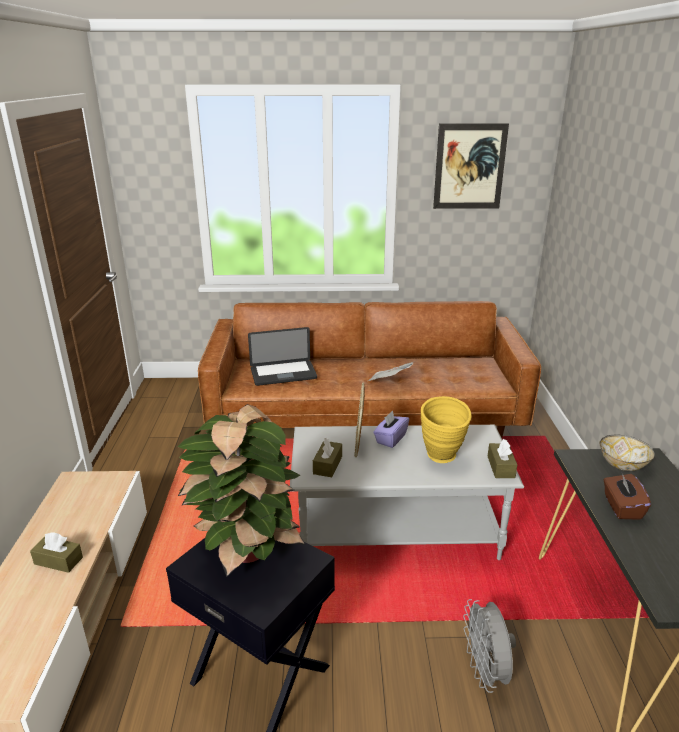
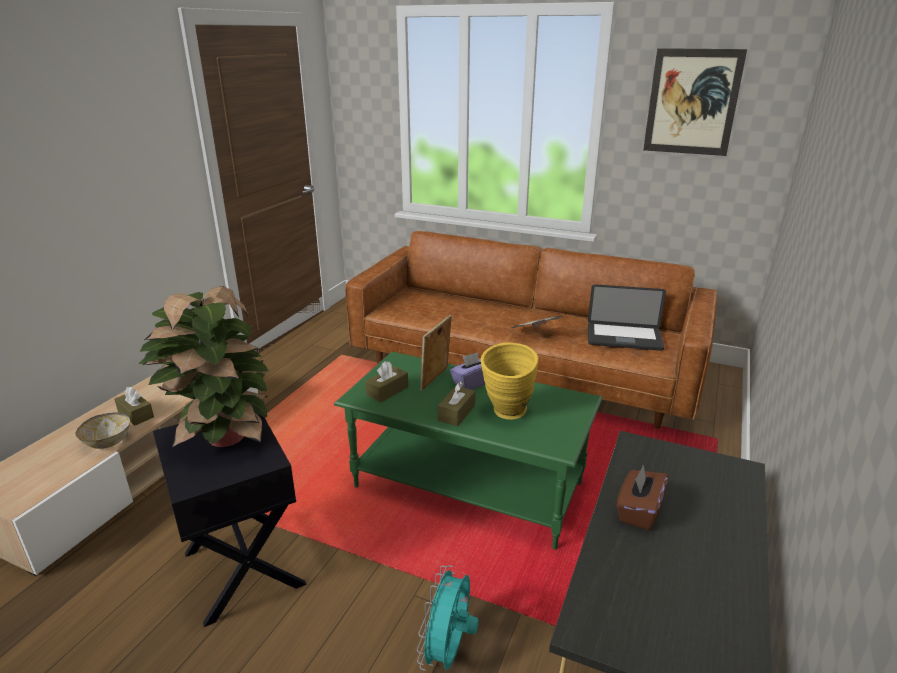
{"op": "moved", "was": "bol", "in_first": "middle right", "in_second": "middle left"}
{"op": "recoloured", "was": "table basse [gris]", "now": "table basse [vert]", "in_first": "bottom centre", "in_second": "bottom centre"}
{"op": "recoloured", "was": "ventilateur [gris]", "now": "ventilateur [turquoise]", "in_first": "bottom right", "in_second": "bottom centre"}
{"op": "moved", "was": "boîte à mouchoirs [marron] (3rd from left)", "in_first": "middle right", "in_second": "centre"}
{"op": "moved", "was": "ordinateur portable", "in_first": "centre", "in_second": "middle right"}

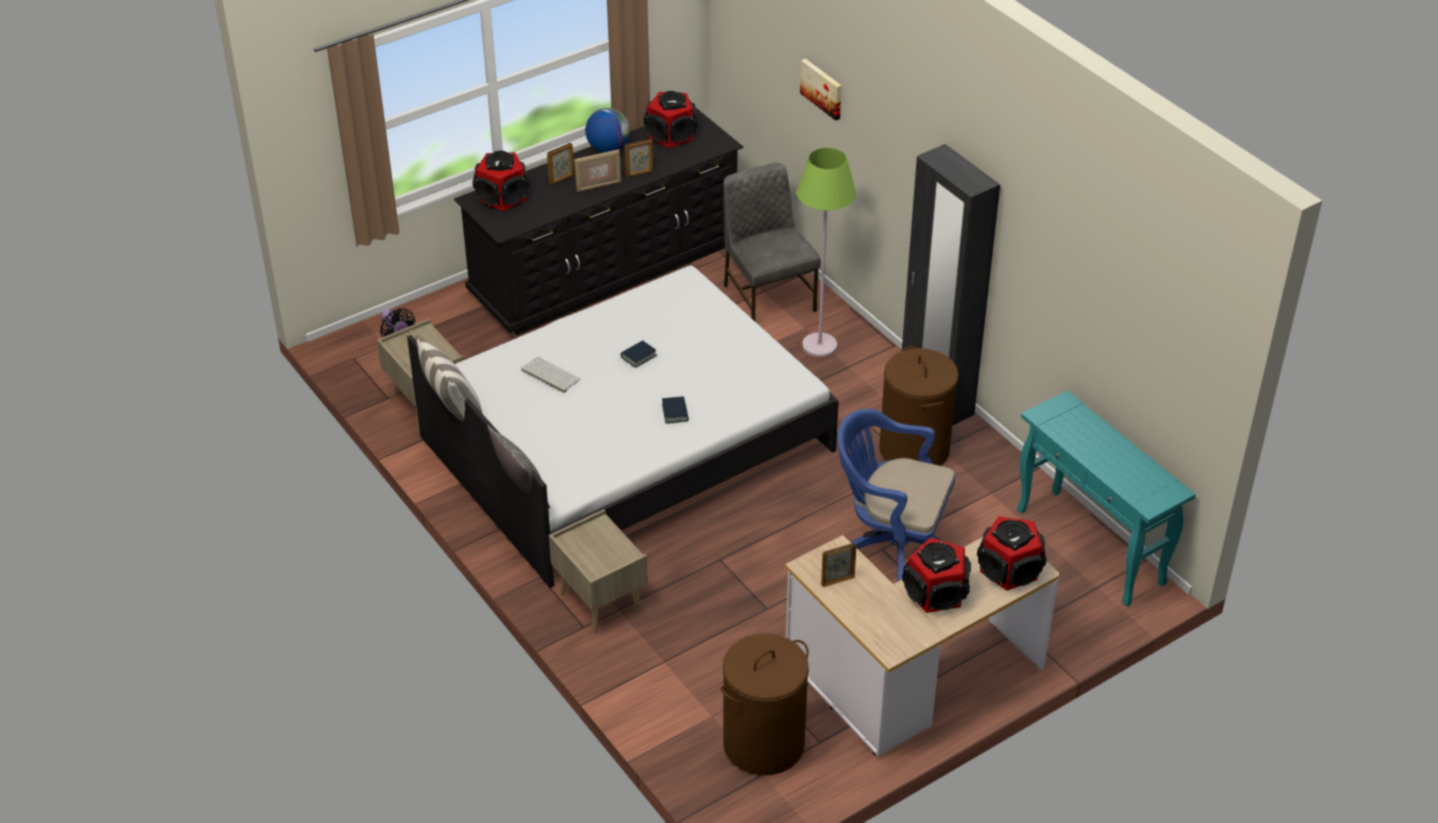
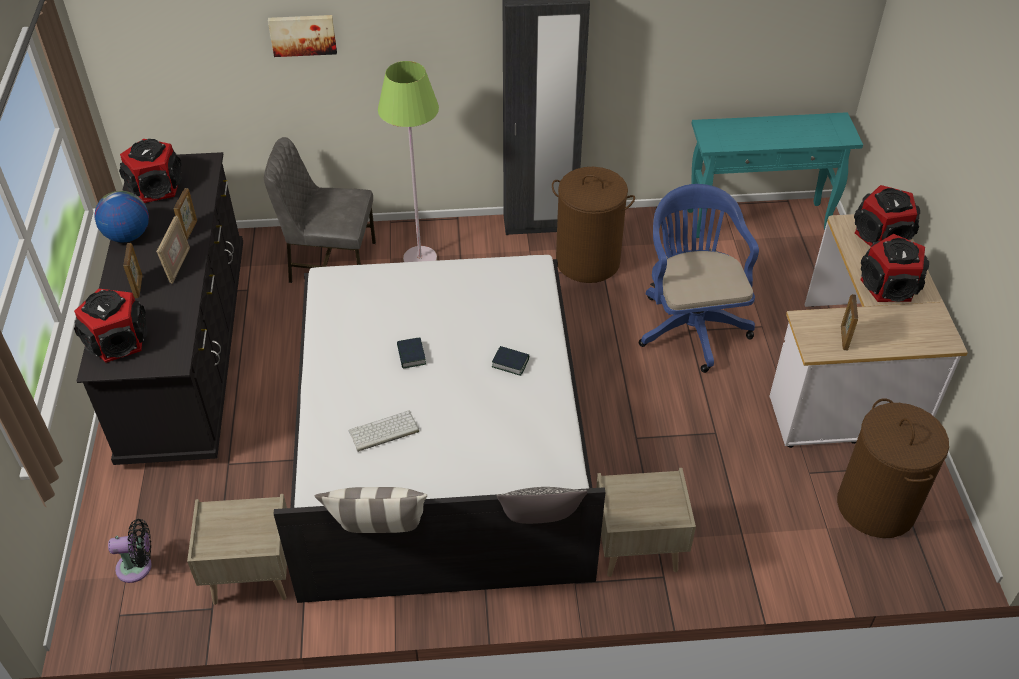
{"op": "turned", "was": "chaise de bureau [bleu]", "in_first": "centre", "in_second": "middle right", "clockwise": 120}

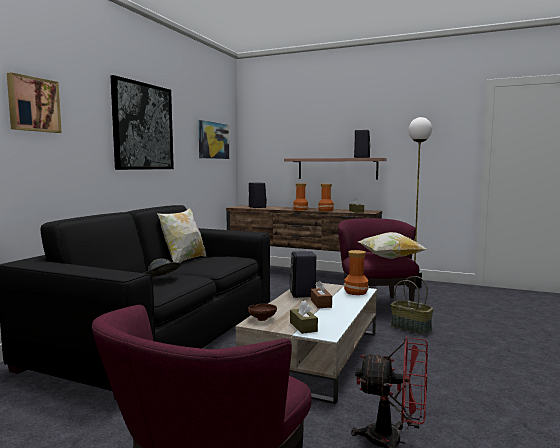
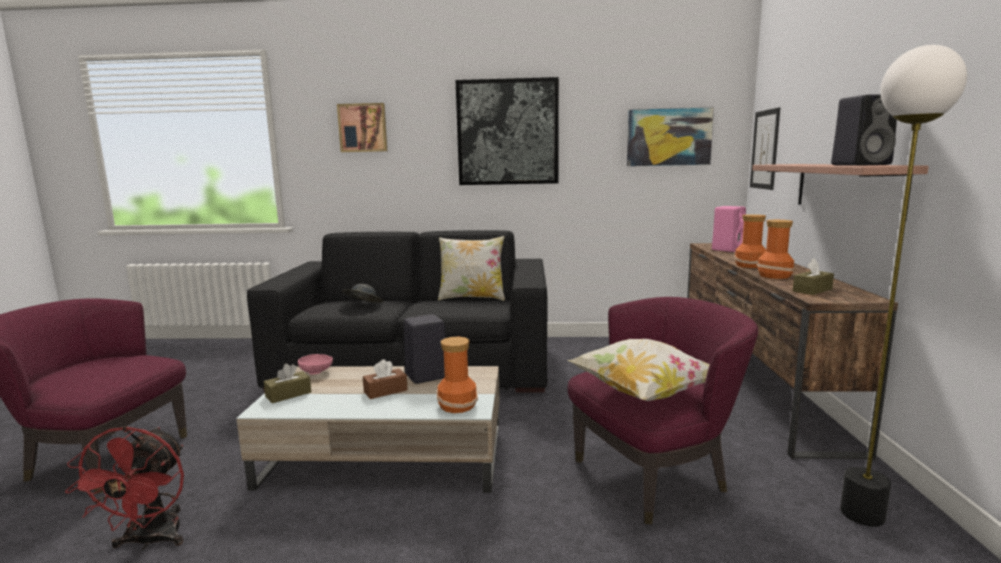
{"op": "recoloured", "was": "bol [marron]", "now": "bol [rose]", "in_first": "bottom centre", "in_second": "middle left"}
{"op": "recoloured", "was": "enceinte [noir] (1st from left)", "now": "enceinte [rose]", "in_first": "centre", "in_second": "middle right"}
{"op": "added", "now": "tableau (4th from left)", "in_second": "top right"}
{"op": "removed", "was": "panier", "in_first": "bottom right"}

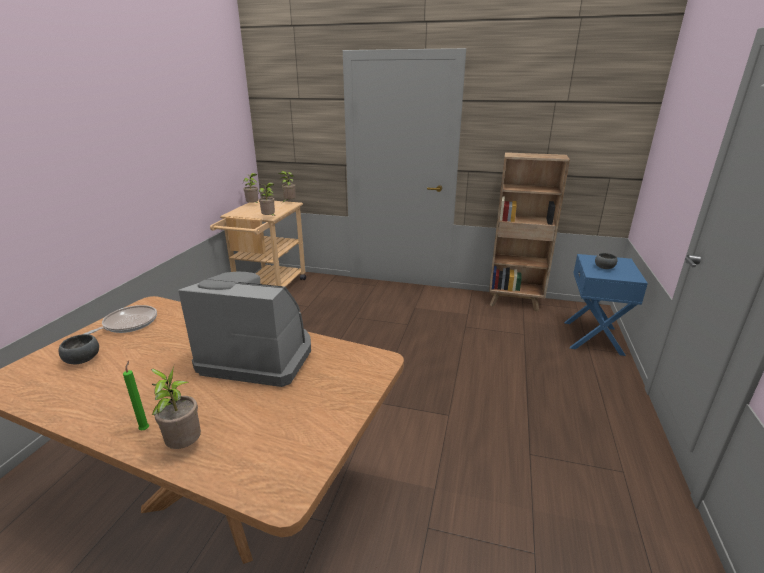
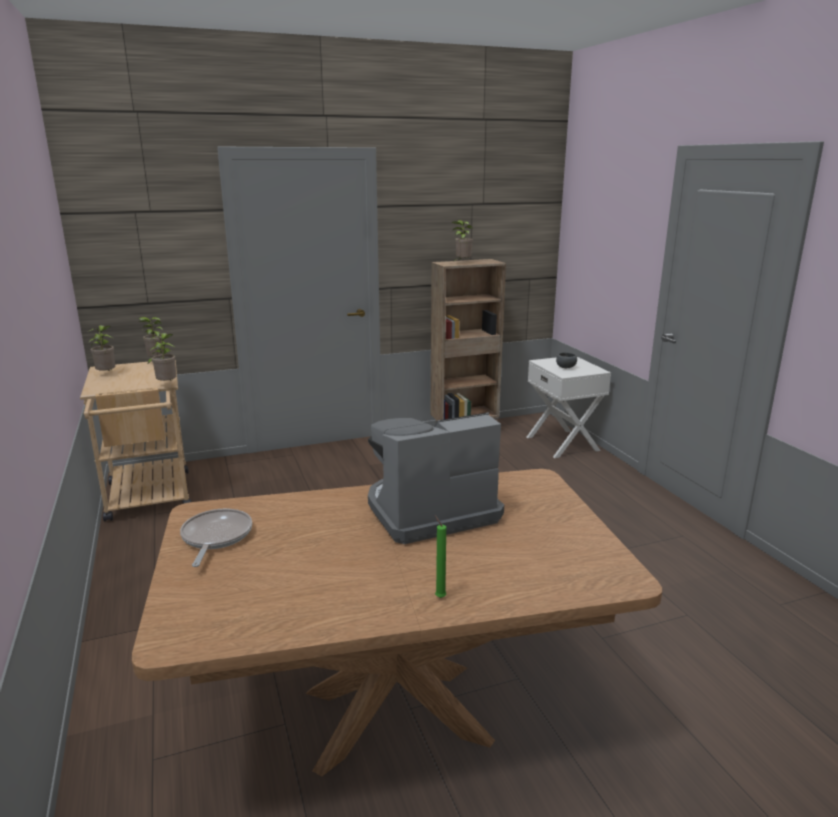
{"op": "moved", "was": "plante en pot (1st from left in the first image)", "now": "plante en pot (4th from left)", "in_first": "bottom left", "in_second": "top centre"}
{"op": "recoloured", "was": "table de chevet [bleu]", "now": "table de chevet [blanc]", "in_first": "middle right", "in_second": "middle right"}
{"op": "removed", "was": "bol [gris] (1st from left)", "in_first": "middle left"}

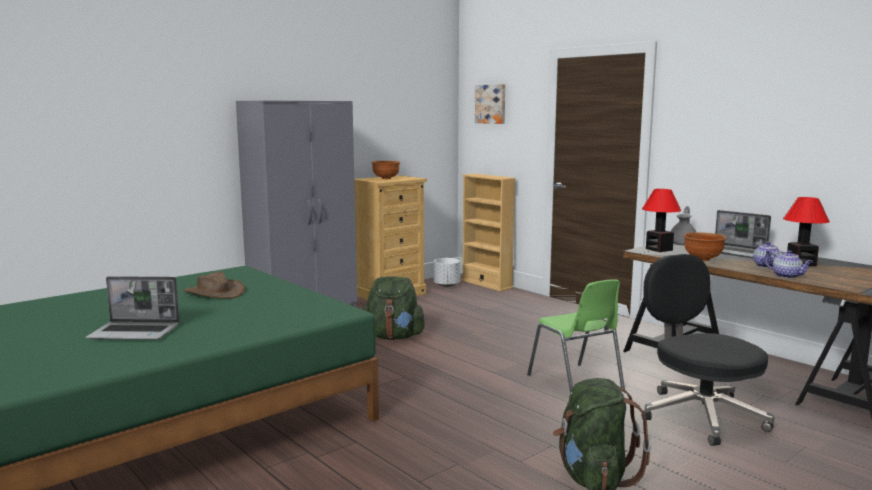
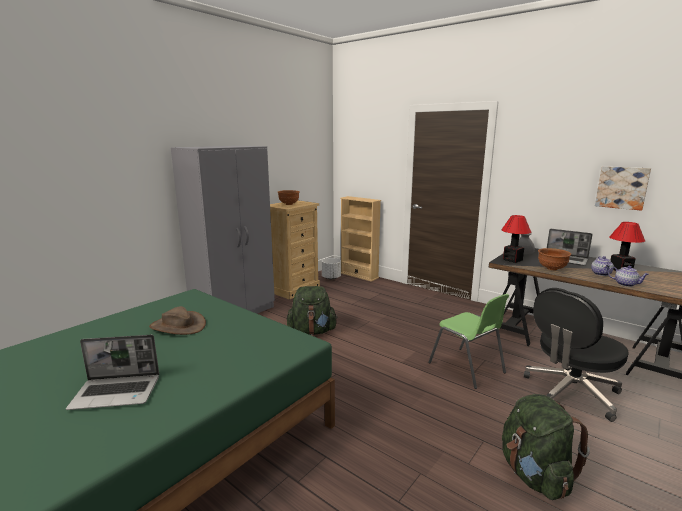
{"op": "turned", "was": "chaise de bureau [noir]", "in_first": "bottom right", "in_second": "bottom right", "clockwise": -90}
{"op": "moved", "was": "tableau", "in_first": "top centre", "in_second": "middle right"}

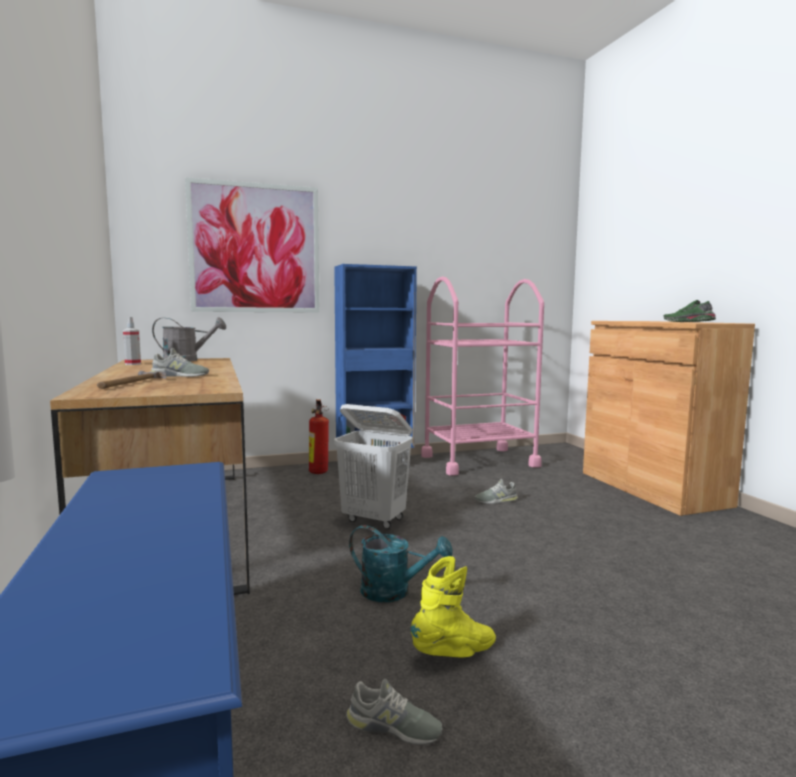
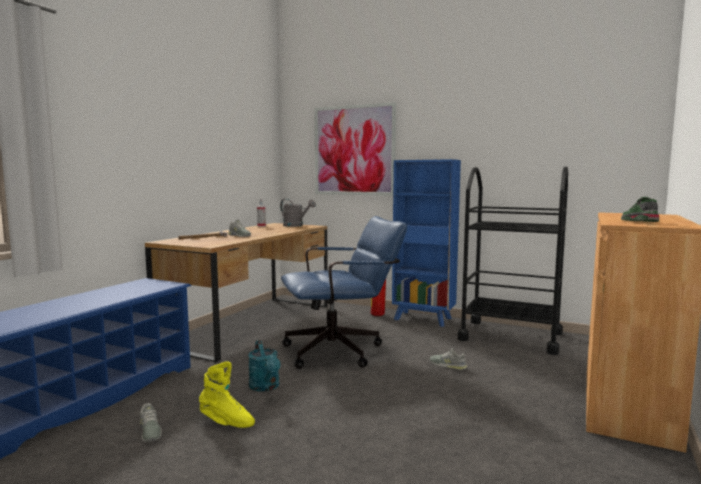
{"op": "replaced", "was": "panier à linge [blanc]", "now": "chaise de bureau [bleu]", "in_first": "centre", "in_second": "centre"}
{"op": "recoloured", "was": "chariot [rose]", "now": "chariot [noir]", "in_first": "centre", "in_second": "middle right"}

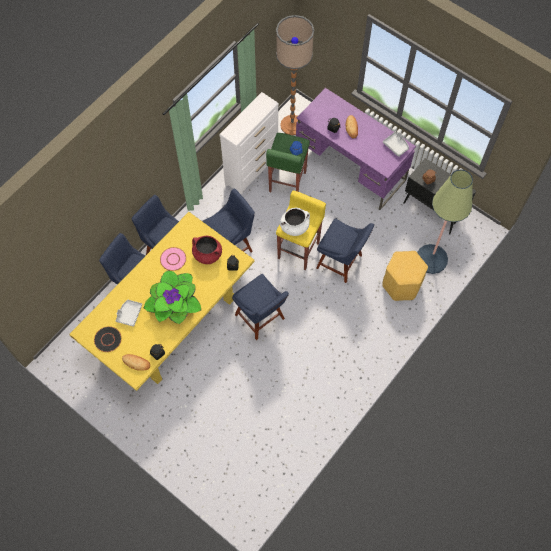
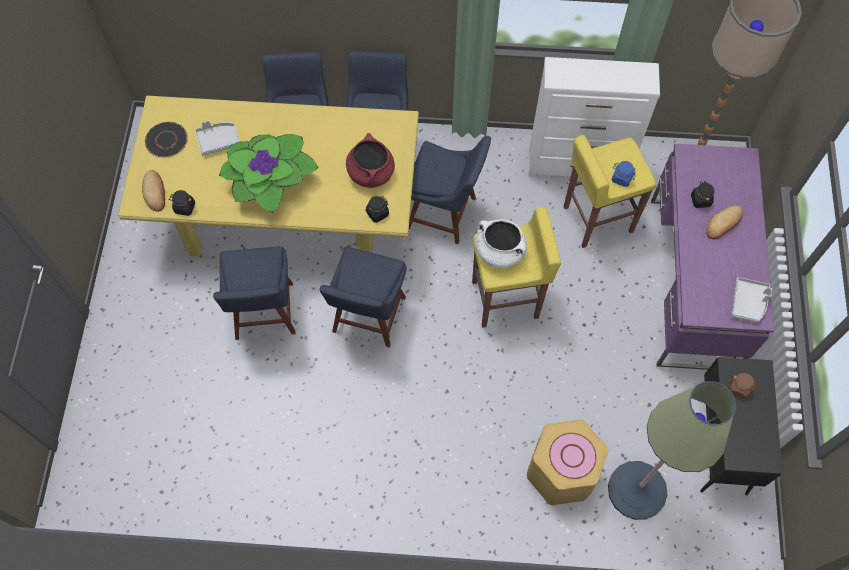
{"op": "moved", "was": "chaise [bleu] (5th from left in the first image)", "now": "chaise [bleu] (1st from left)", "in_first": "centre", "in_second": "middle left"}
{"op": "moved", "was": "assiette [rose]", "in_first": "middle left", "in_second": "bottom right"}
{"op": "recoloured", "was": "tabouret [vert]", "now": "tabouret [jaune] (3rd from left)", "in_first": "top centre", "in_second": "middle right"}

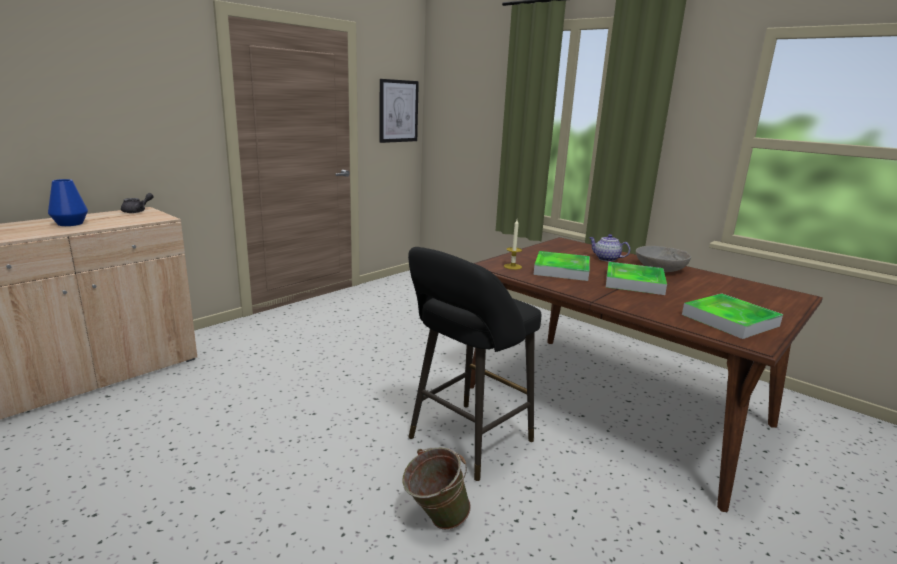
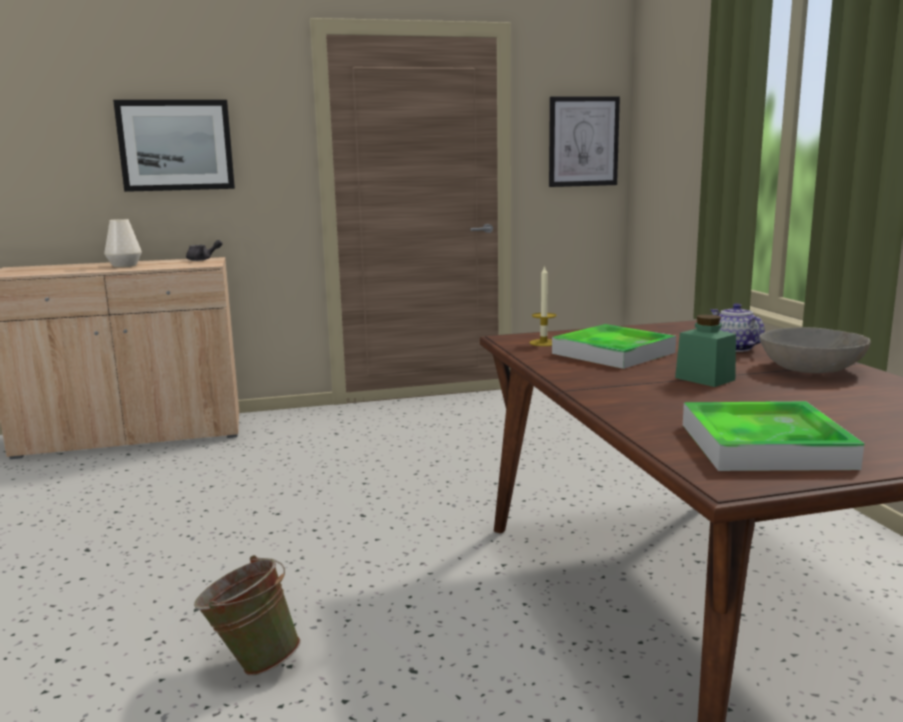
{"op": "recoloured", "was": "vase [bleu]", "now": "vase [blanc]", "in_first": "middle left", "in_second": "middle left"}
{"op": "added", "now": "tableau (1st from left)", "in_second": "top left"}
{"op": "replaced", "was": "plateau (2nd from left)", "now": "bocal [vert]", "in_first": "middle right", "in_second": "middle right"}
{"op": "removed", "was": "tabouret [noir]", "in_first": "centre"}

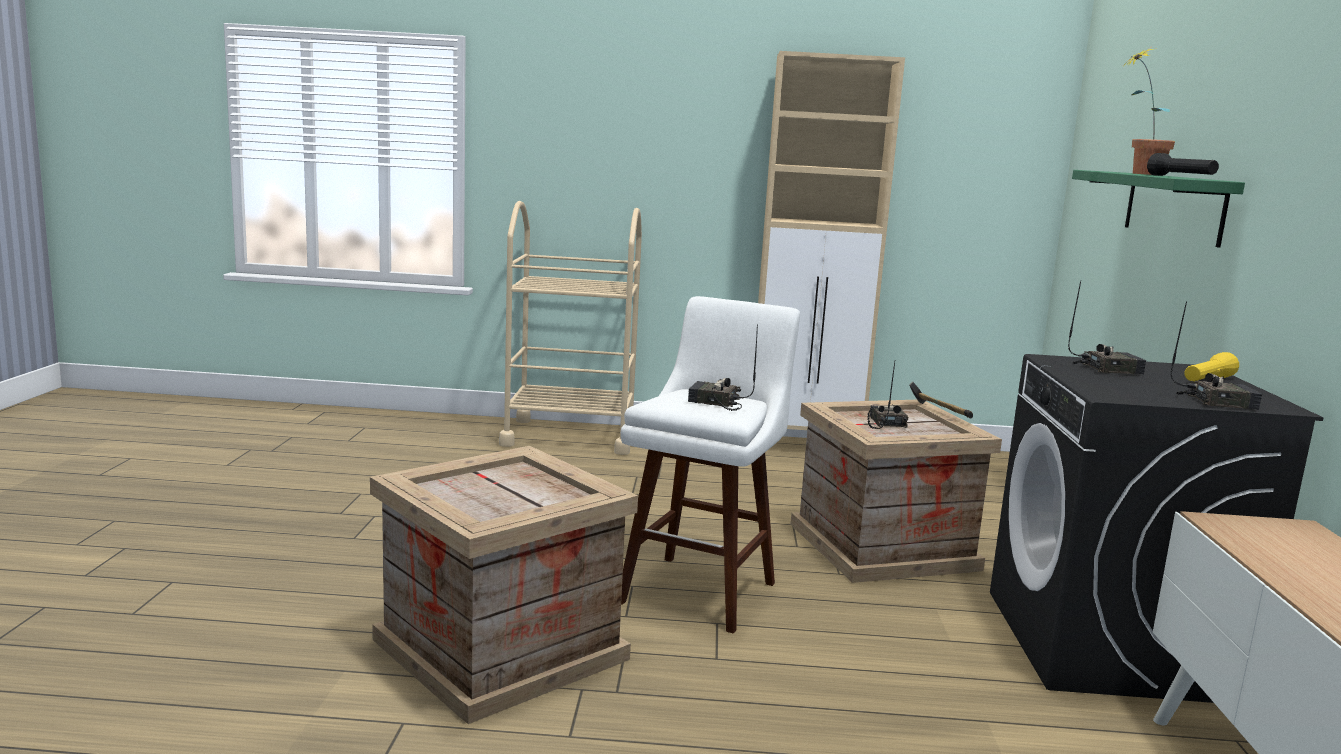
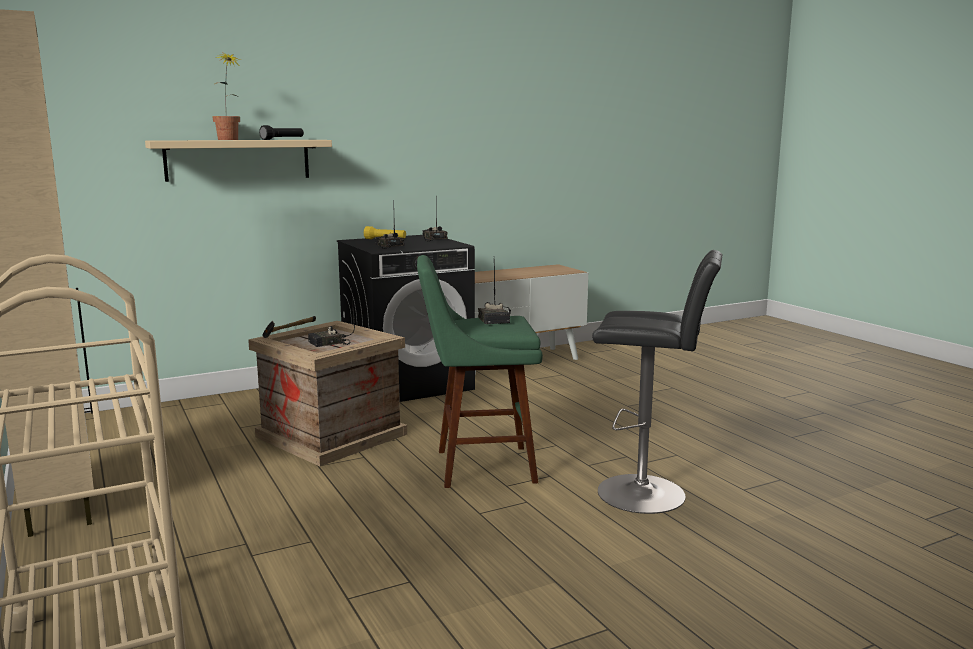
{"op": "recoloured", "was": "étagère [vert]", "now": "étagère [beige]", "in_first": "top right", "in_second": "top left"}
{"op": "recoloured", "was": "tabouret [blanc]", "now": "tabouret [vert]", "in_first": "centre", "in_second": "centre"}
{"op": "replaced", "was": "caisse (1st from left)", "now": "tabouret [noir]", "in_first": "bottom centre", "in_second": "middle right"}

